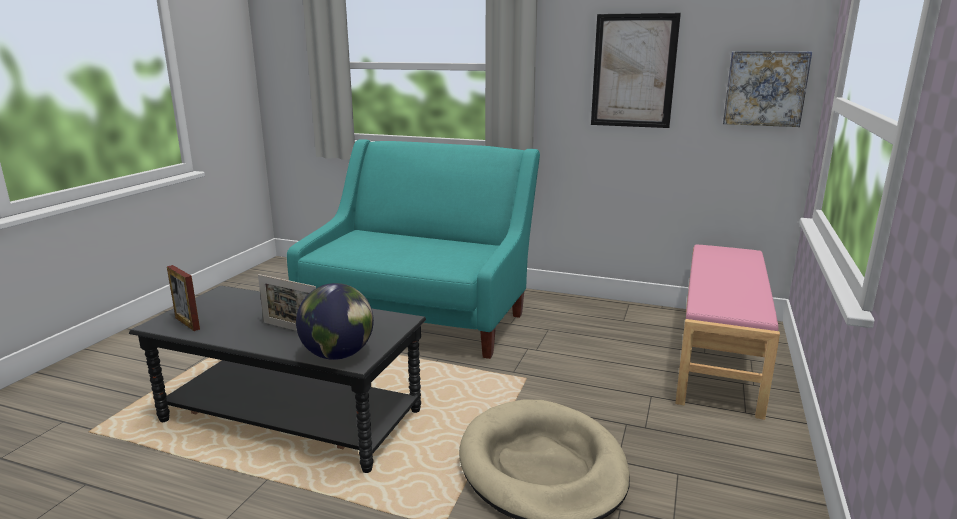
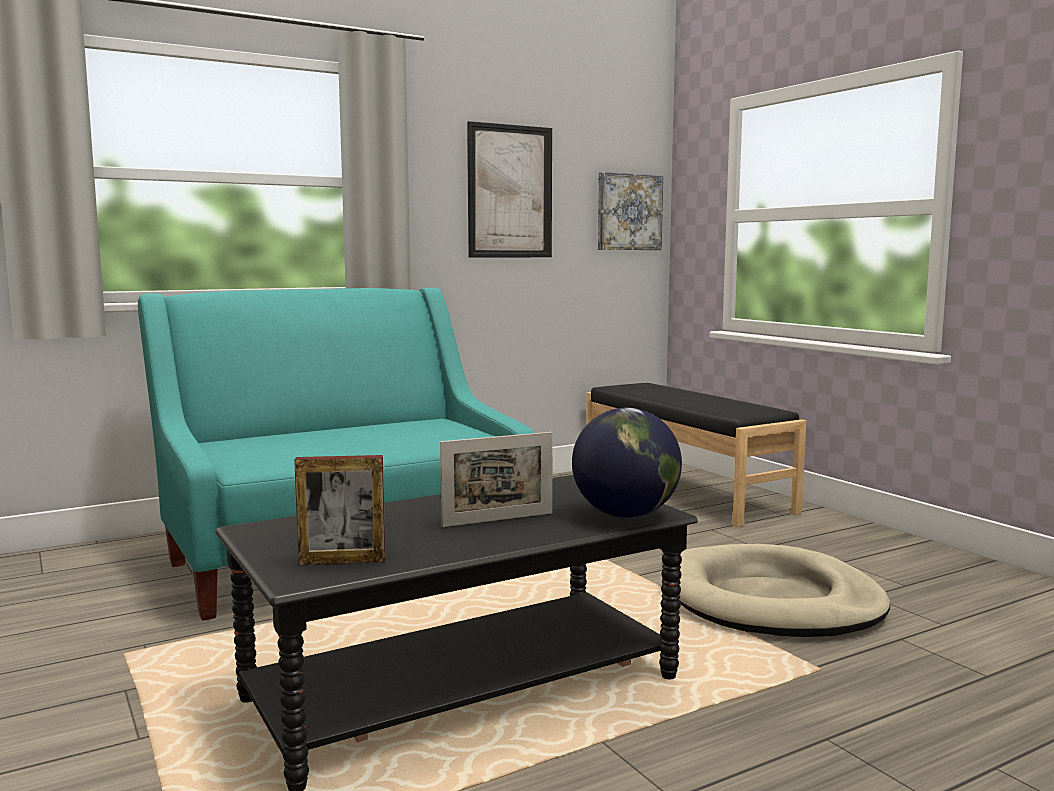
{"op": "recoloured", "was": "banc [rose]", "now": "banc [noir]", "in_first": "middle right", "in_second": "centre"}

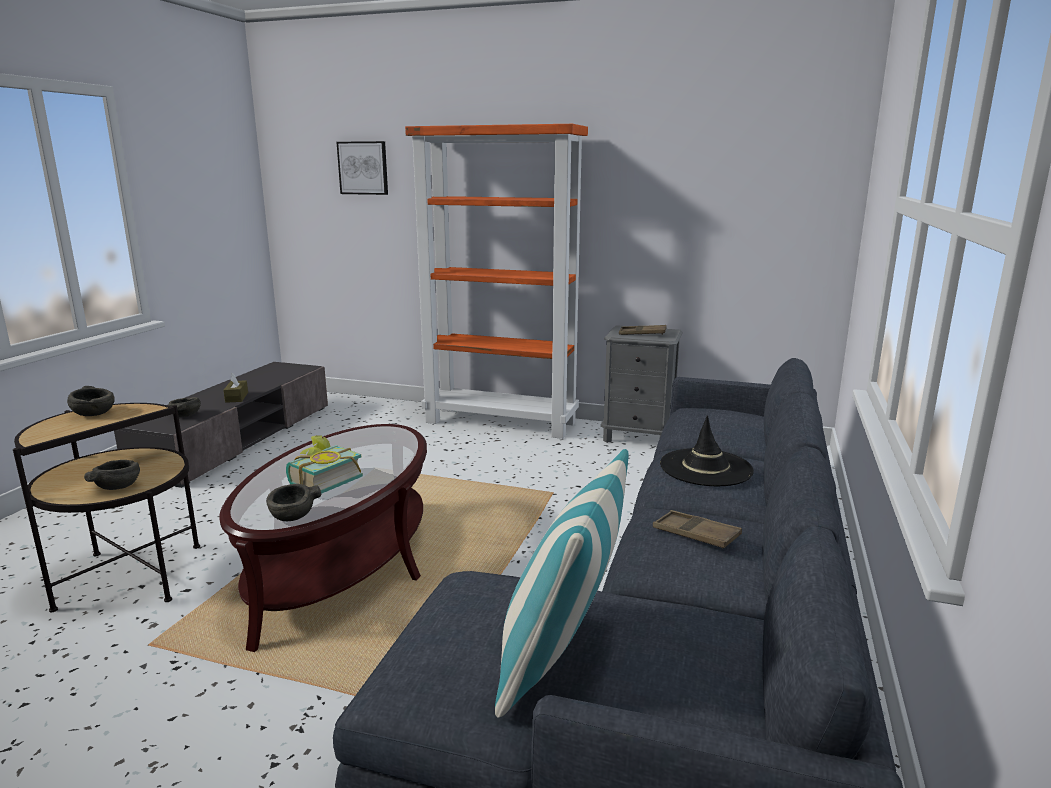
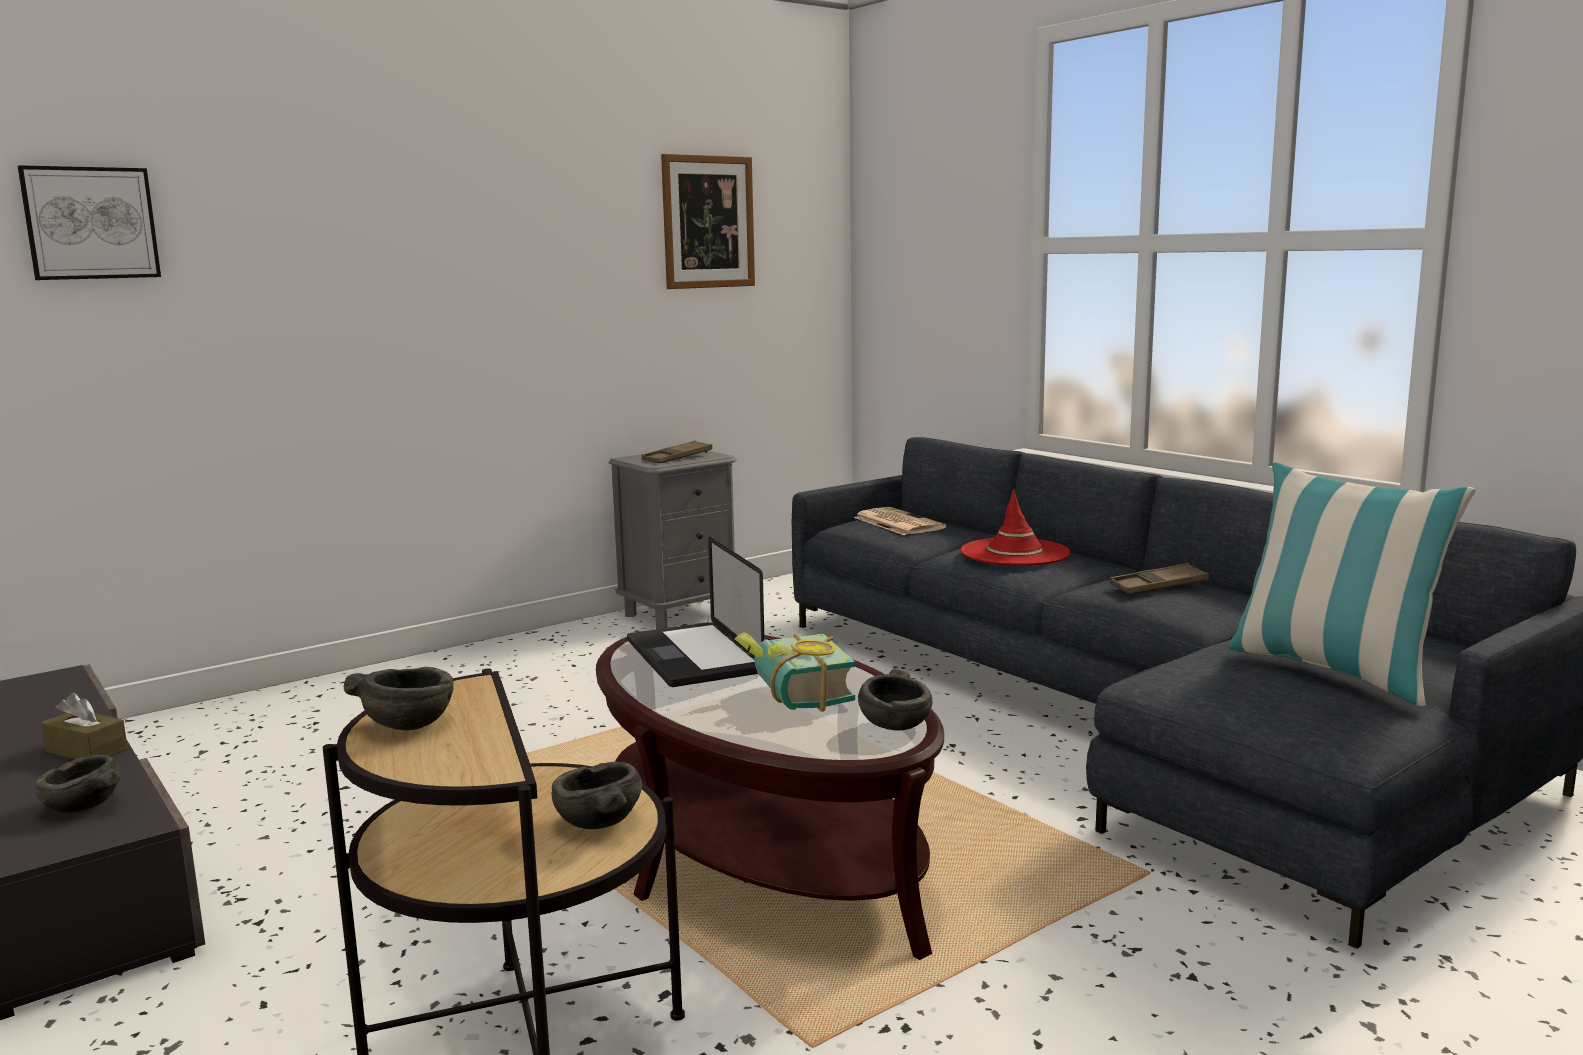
{"op": "added", "now": "ordinateur portable", "in_second": "centre"}
{"op": "added", "now": "tableau (2nd from left)", "in_second": "top centre"}
{"op": "added", "now": "journal", "in_second": "centre"}
{"op": "recoloured", "was": "chapeau [noir]", "now": "chapeau [rouge]", "in_first": "middle right", "in_second": "centre"}
{"op": "removed", "was": "bibliothèque [orange]", "in_first": "centre"}

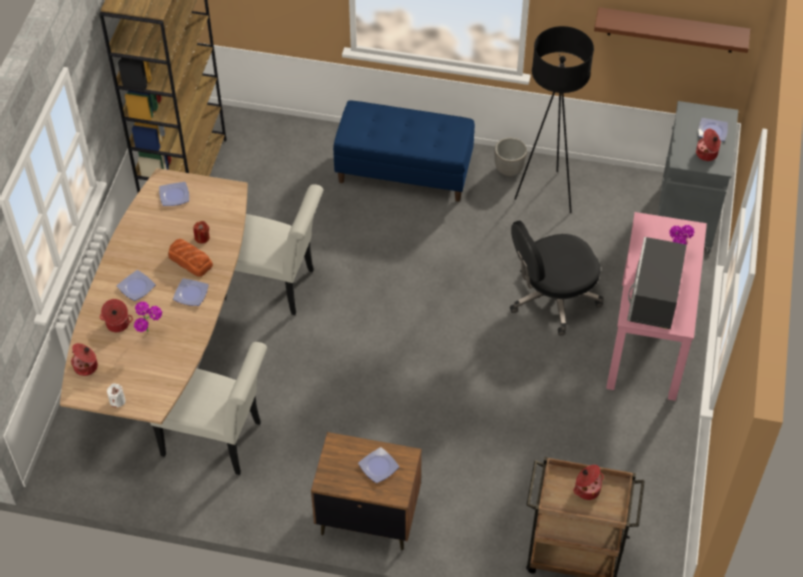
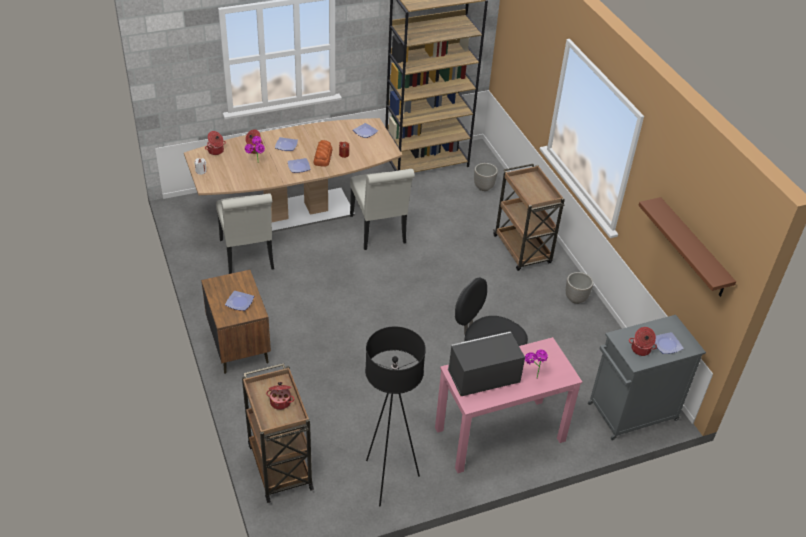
{"op": "moved", "was": "lampadaire [noir]", "in_first": "top right", "in_second": "bottom centre"}
{"op": "added", "now": "cache-pot (1st from left)", "in_second": "top centre"}
{"op": "replaced", "was": "banc [bleu]", "now": "chariot [marron] (2nd from left)", "in_first": "top centre", "in_second": "centre"}

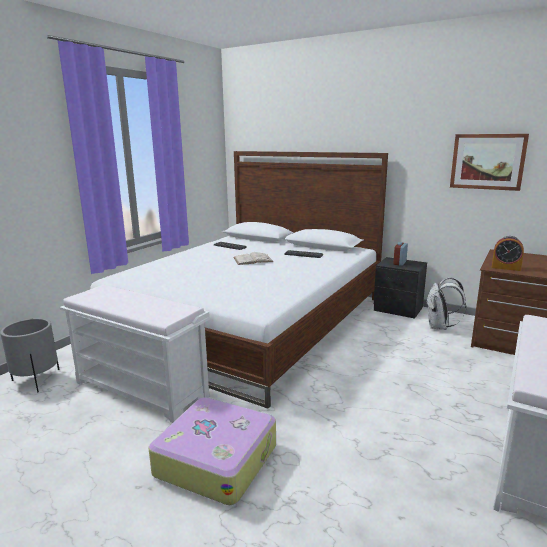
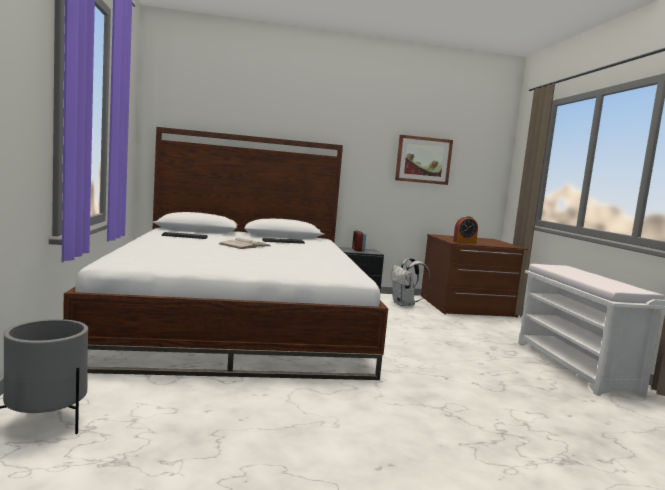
{"op": "removed", "was": "banc [blanc] (1st from left)", "in_first": "middle left"}
{"op": "removed", "was": "valise", "in_first": "bottom centre"}

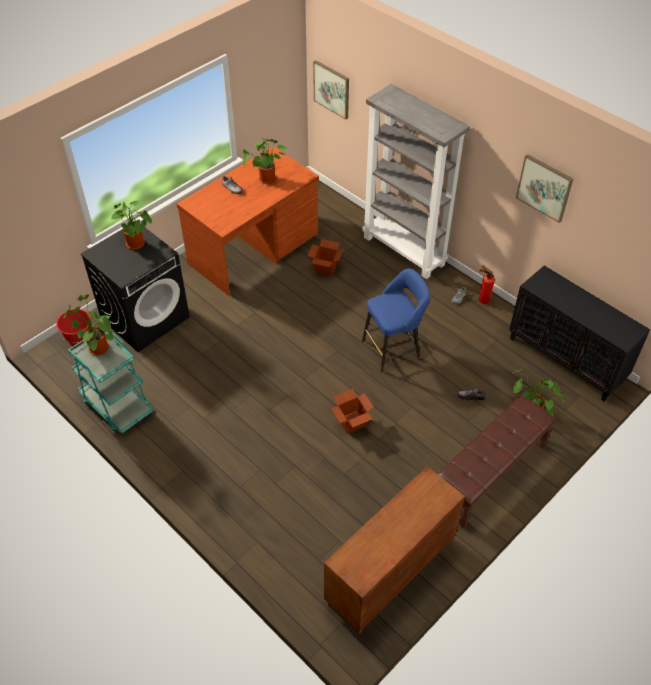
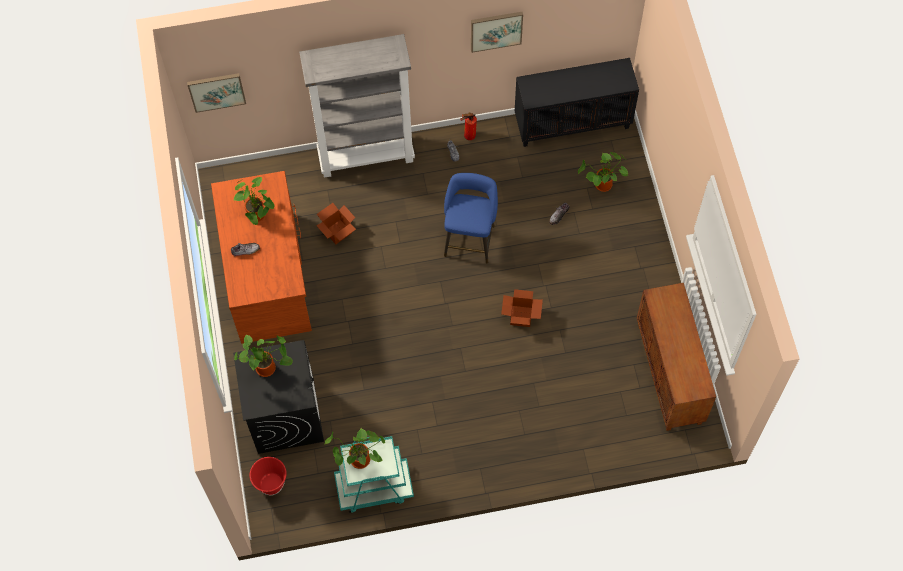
{"op": "removed", "was": "banc [marron]", "in_first": "bottom right"}

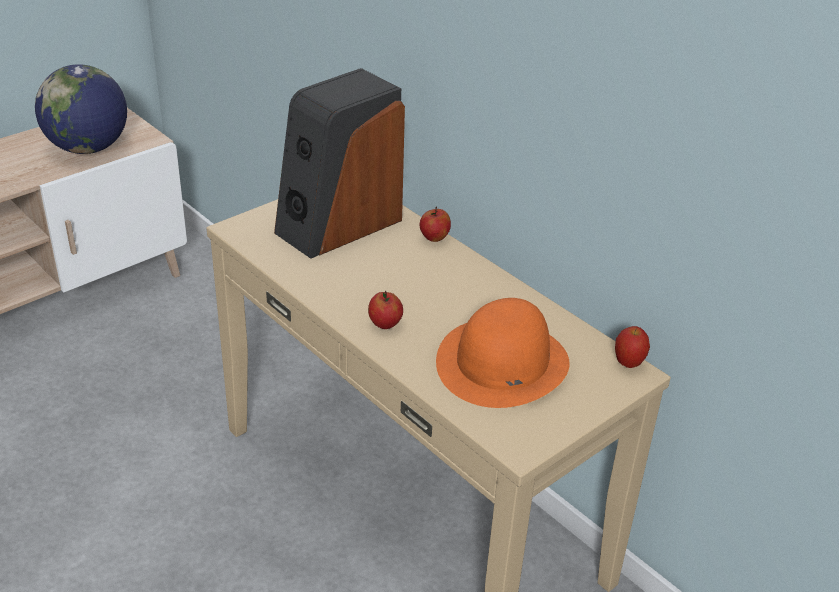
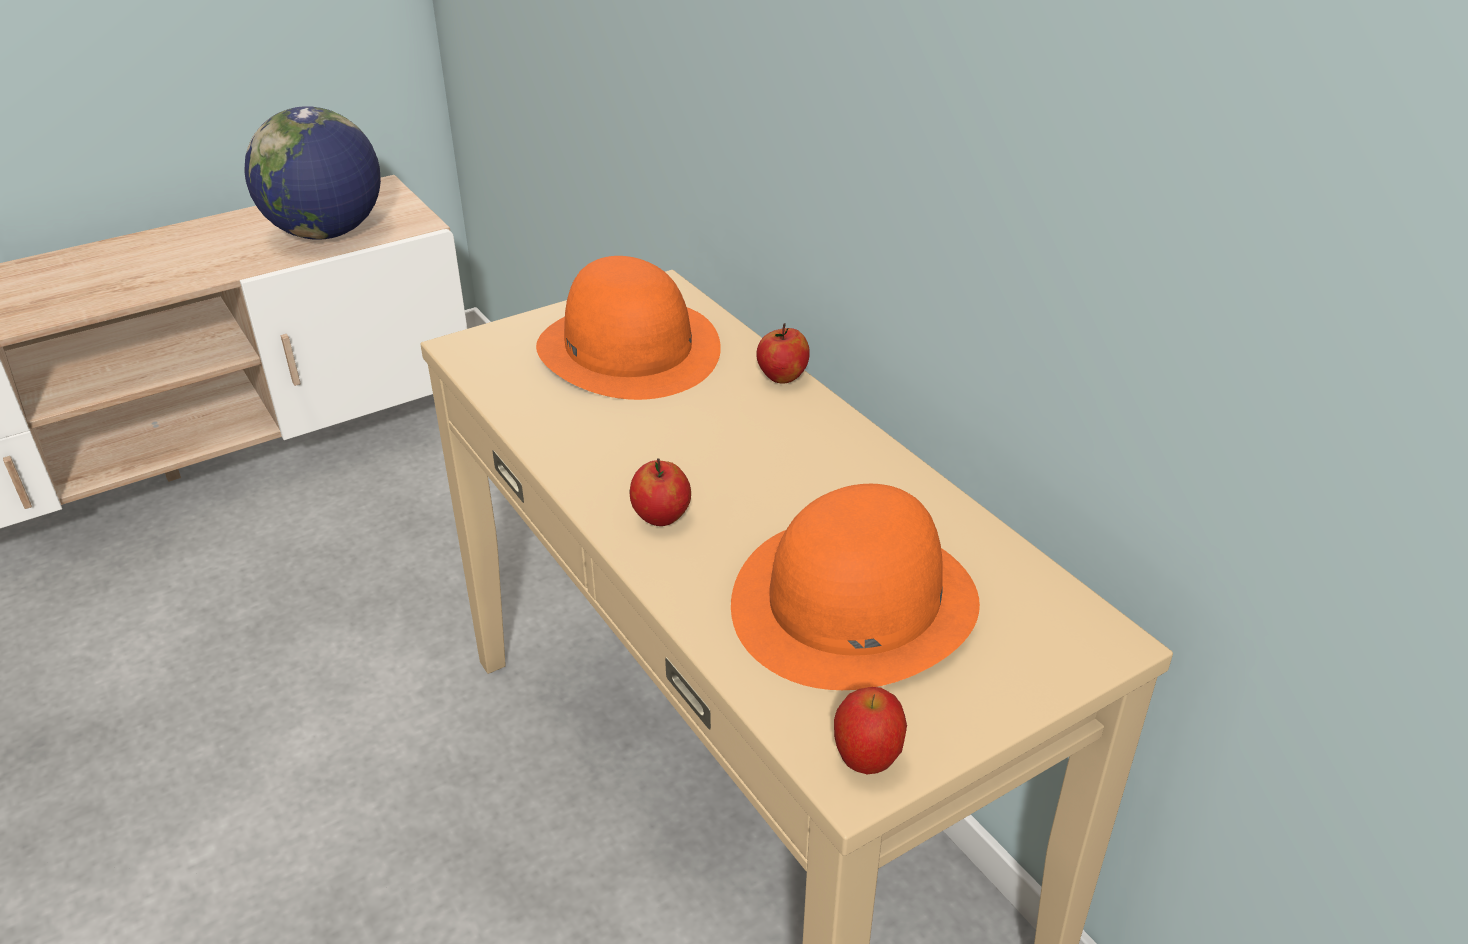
{"op": "replaced", "was": "enceinte", "now": "chapeau [orange] (1st from left)", "in_first": "top centre", "in_second": "centre"}
{"op": "moved", "was": "pomme (3rd from left)", "in_first": "middle right", "in_second": "bottom centre"}

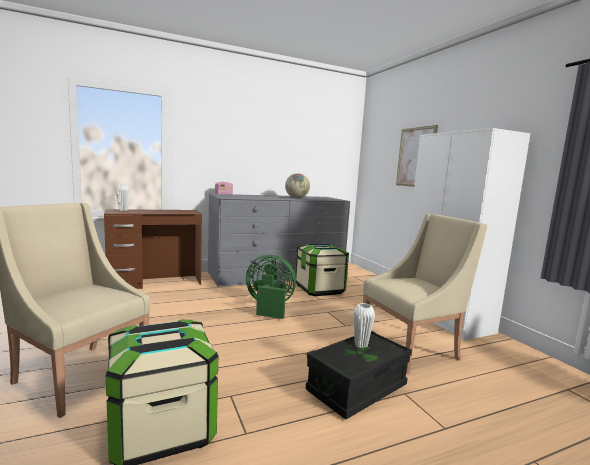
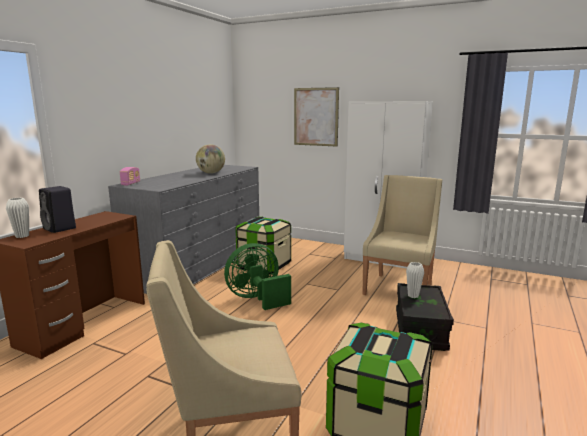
{"op": "added", "now": "enceinte [noir]", "in_second": "middle left"}

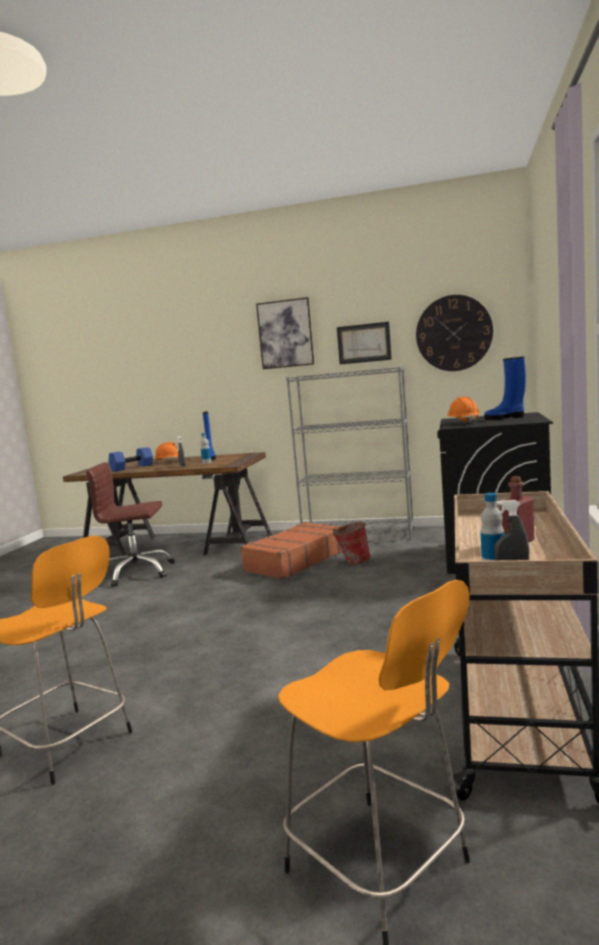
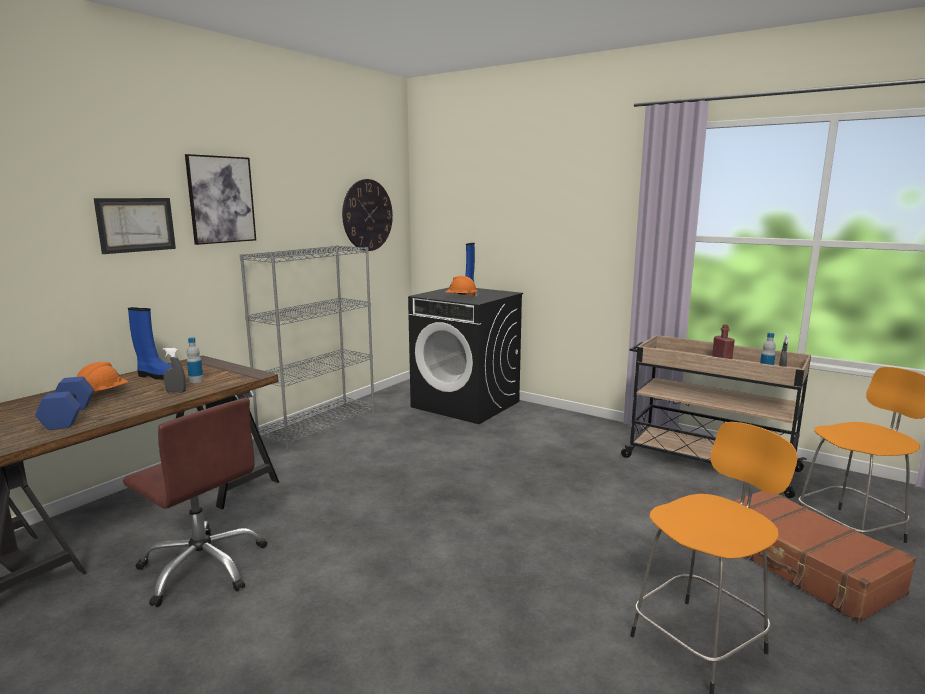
{"op": "moved", "was": "tableau (2nd from left in the first image)", "now": "tableau (1st from left)", "in_first": "centre", "in_second": "top left"}
{"op": "turned", "was": "chaise de bureau [marron]", "in_first": "middle left", "in_second": "bottom left", "clockwise": -75}
{"op": "moved", "was": "valise [marron]", "in_first": "centre", "in_second": "bottom right"}
{"op": "removed", "was": "seau", "in_first": "centre"}

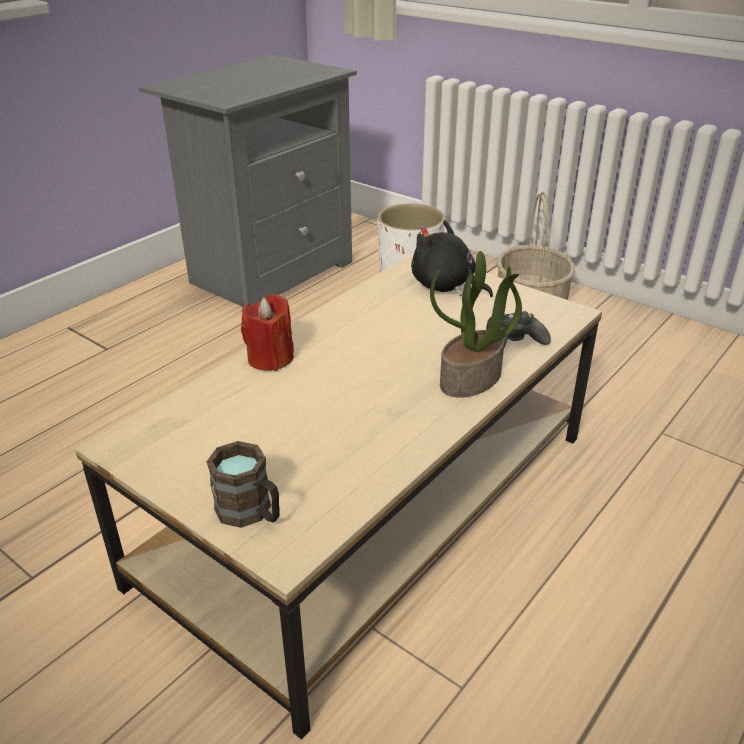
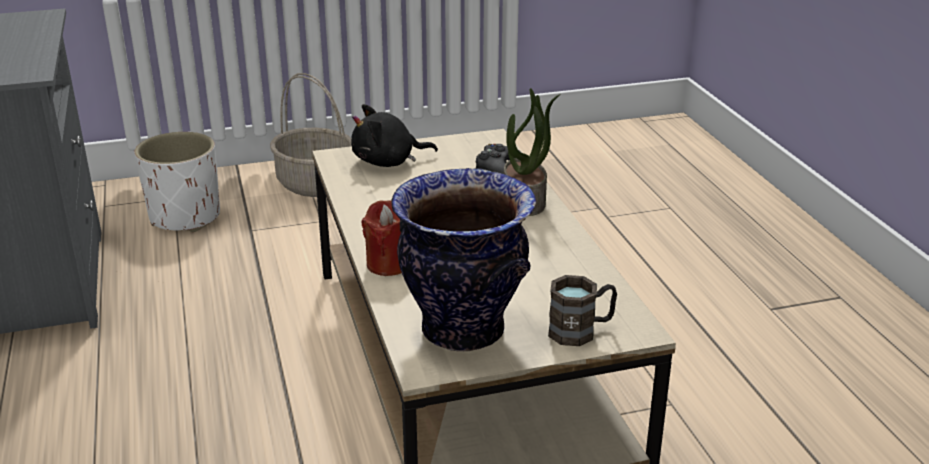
{"op": "added", "now": "vase", "in_second": "centre"}

